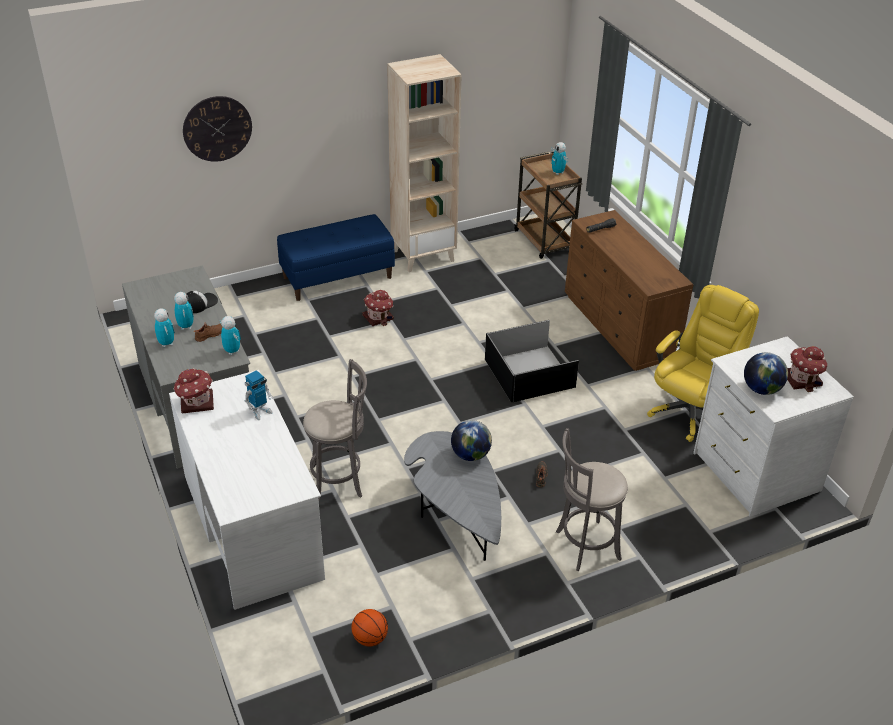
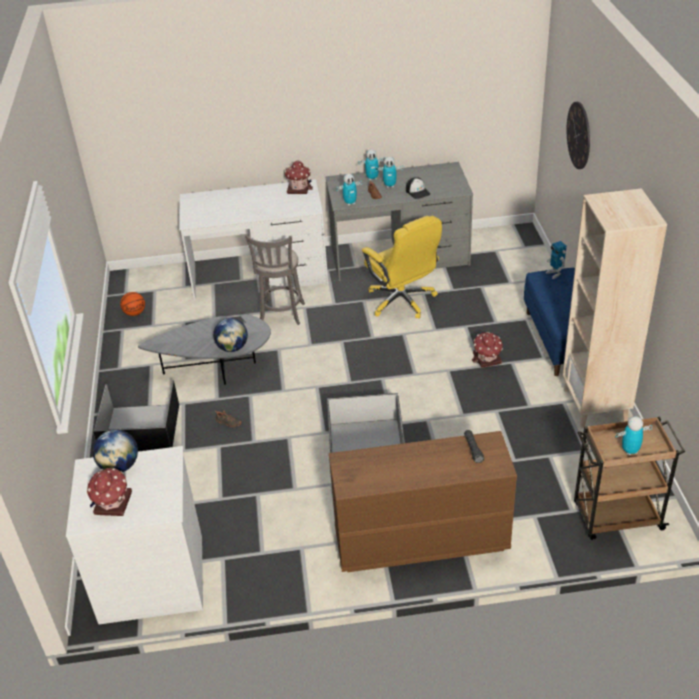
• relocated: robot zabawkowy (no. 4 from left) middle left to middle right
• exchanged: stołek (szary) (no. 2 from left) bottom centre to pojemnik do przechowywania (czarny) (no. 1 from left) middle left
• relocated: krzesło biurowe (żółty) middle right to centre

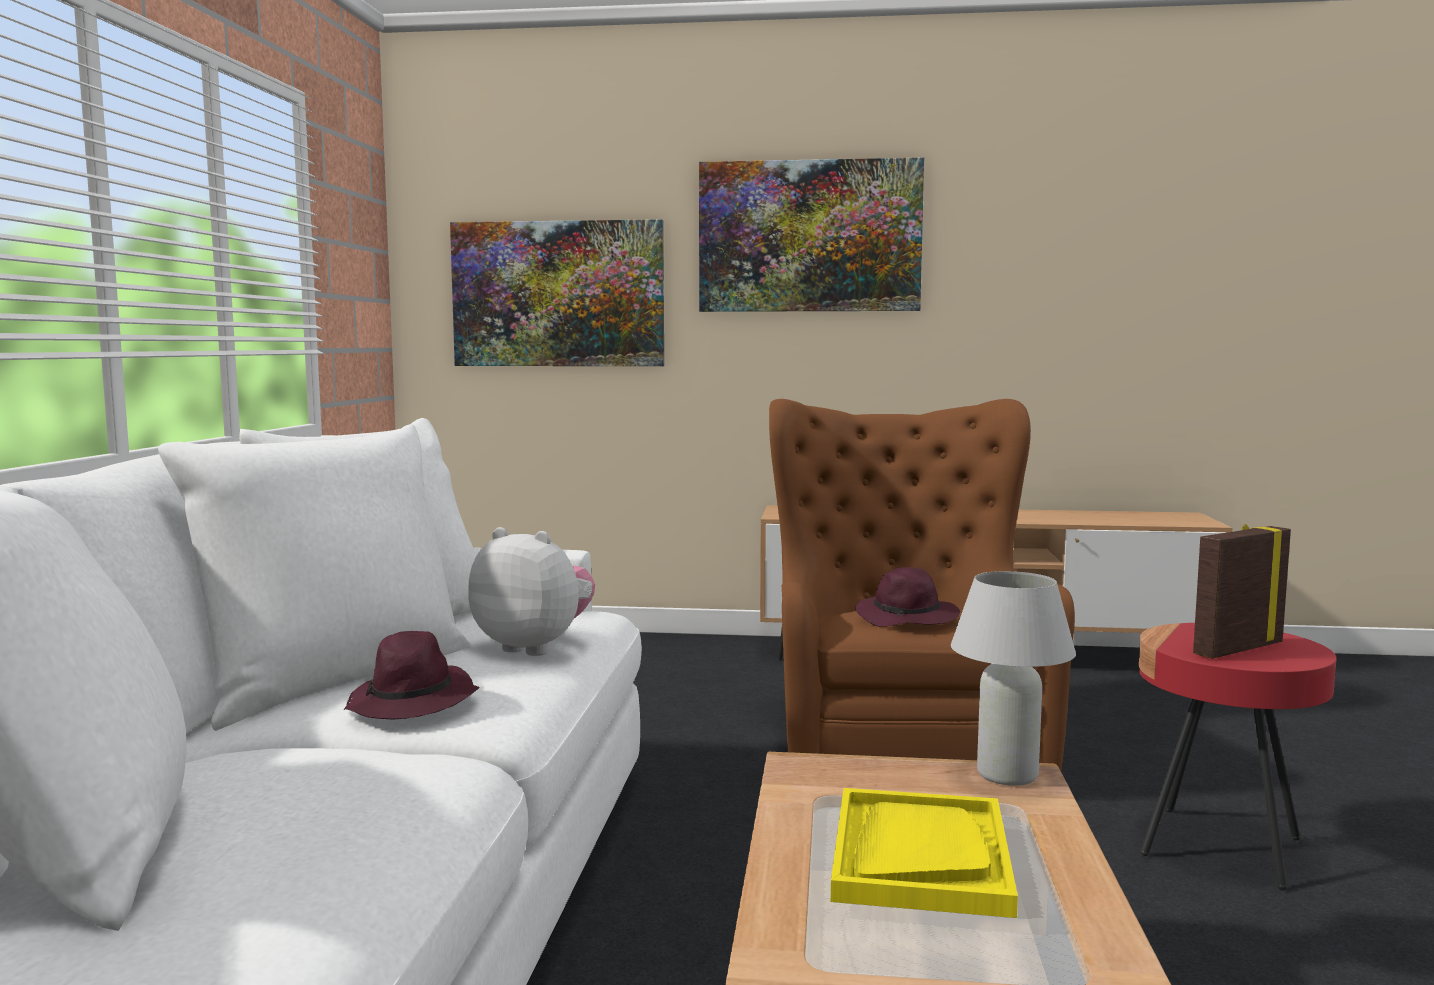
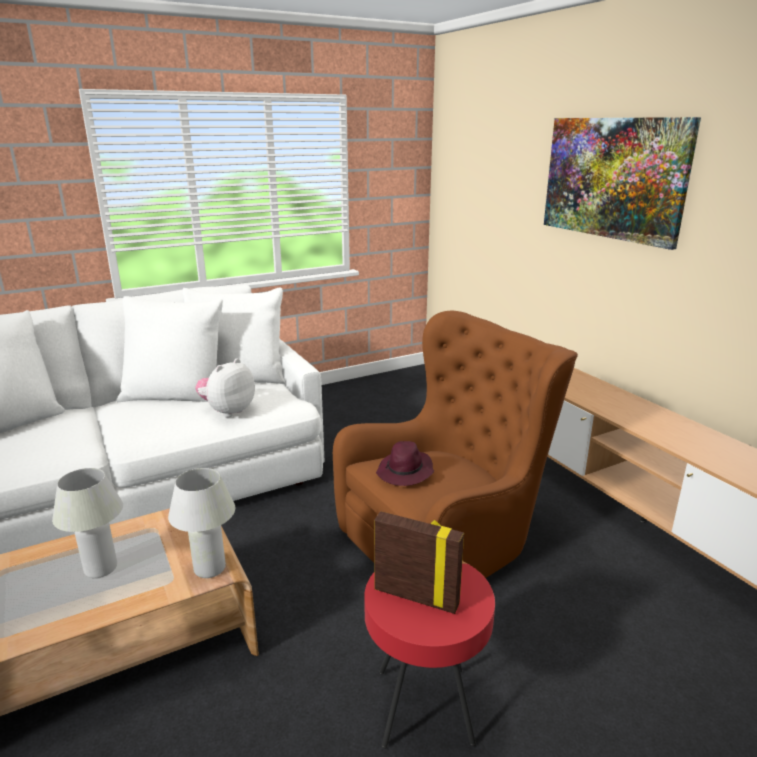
• missing: kapelusz (fioletowy) (no. 1 from left) bottom left
• missing: obraz (no. 1 from left) top centre
• spun: pluszak centre = middle left 135 degrees counterclockwise
• exchanged: taca (żółty) bottom centre to lampa stołowa (biały) (no. 1 from left) bottom left

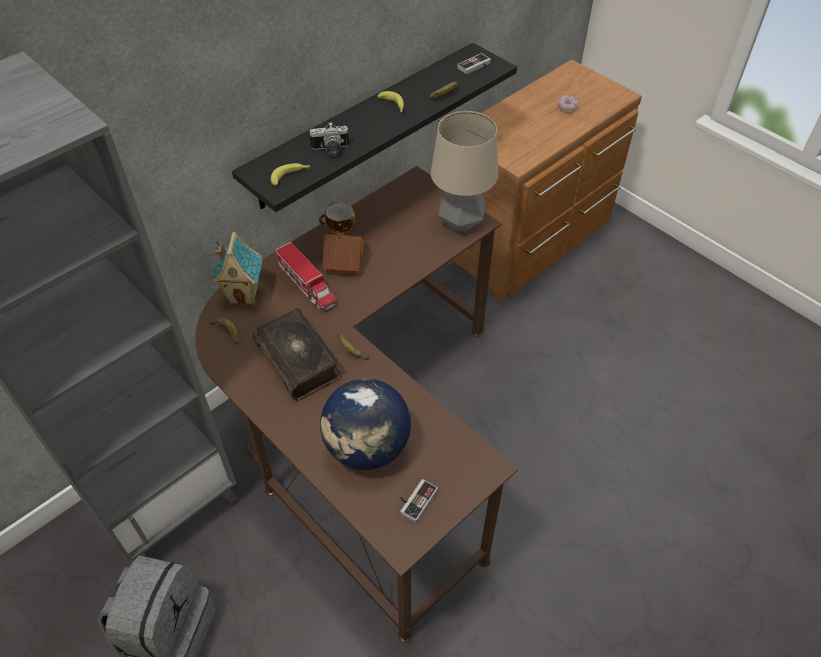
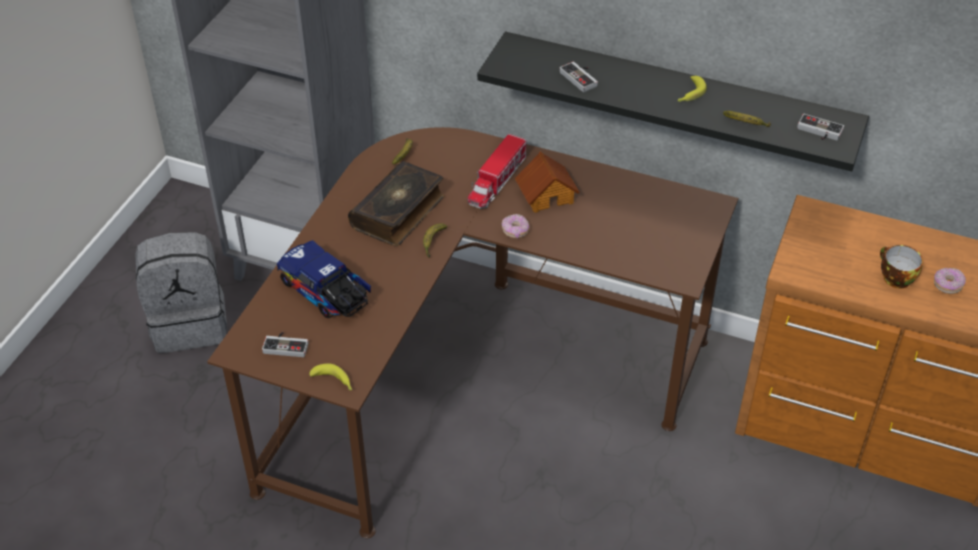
• missing: domek (no. 1 from left) middle left
• relocated: banan (no. 2 from left in the first image) top centre to banan (no. 1 from left) bottom centre
• exchanged: aparat fotograficzny top centre to pad do gier (no. 2 from left) top centre
• relocated: filiżanka top centre to middle right
• exchanged: globus centre to ciężarówka zabawkowa (no. 1 from left) middle left
• missing: lampa stołowa top centre
• appeared: donut (no. 1 from left) centre

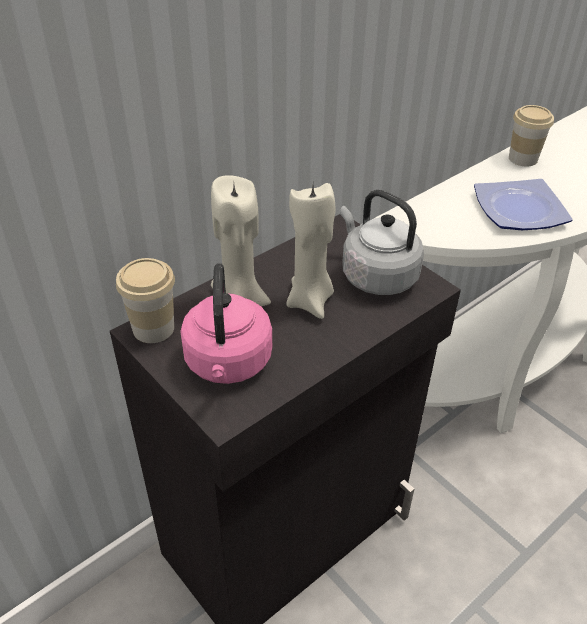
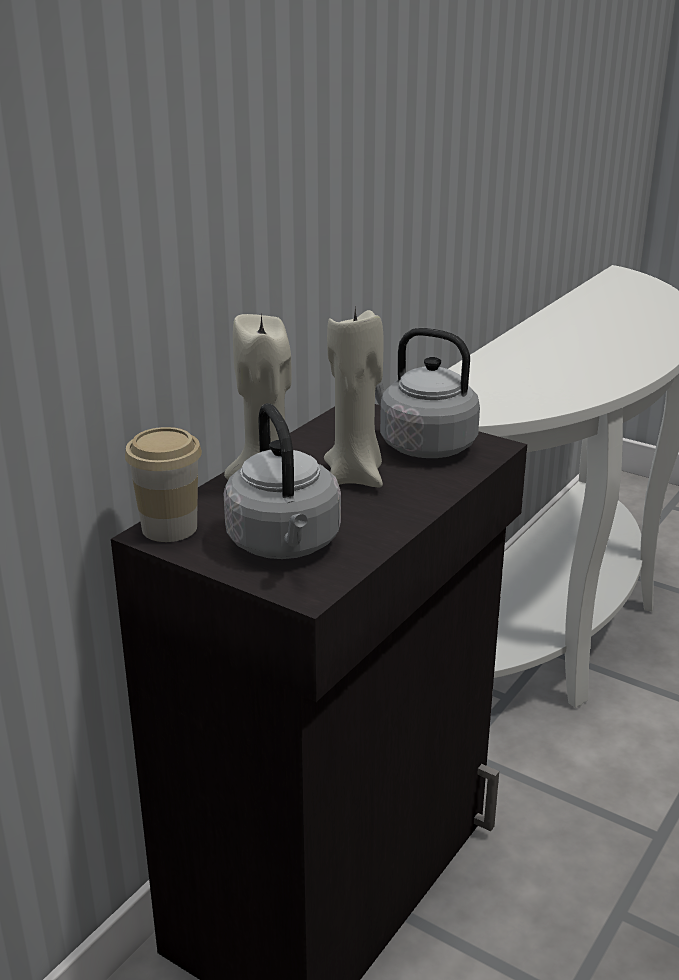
• colour: czajnik (różowy) centre to czajnik (szary) (no. 1 from left) centre
• missing: talerz top right
• missing: filiżanka (no. 2 from left) top right

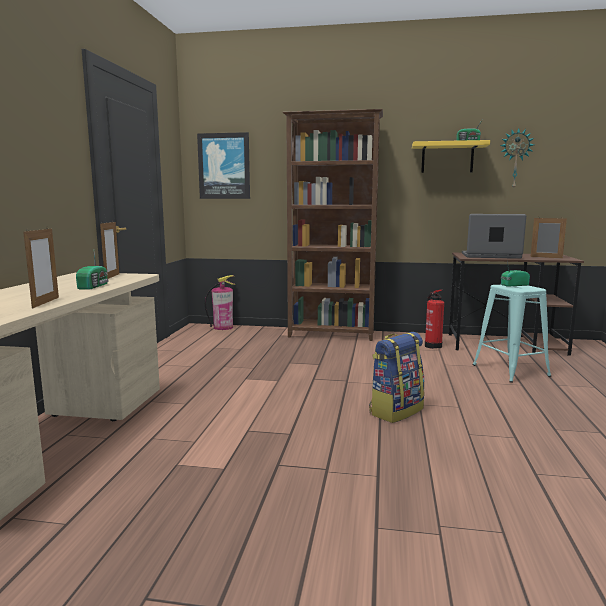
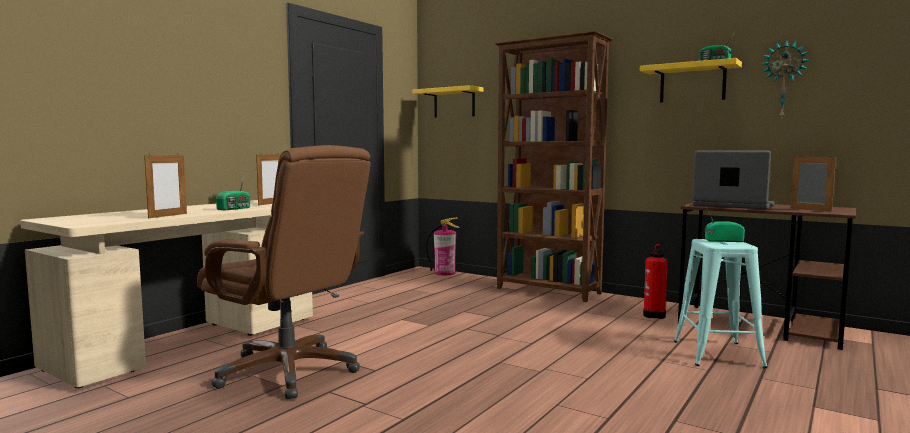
• exchanged: obraz top centre to półka (żółty) (no. 1 from left) top centre
• missing: plecak centre
• appeared: krzesło biurowe (brązowy) middle left

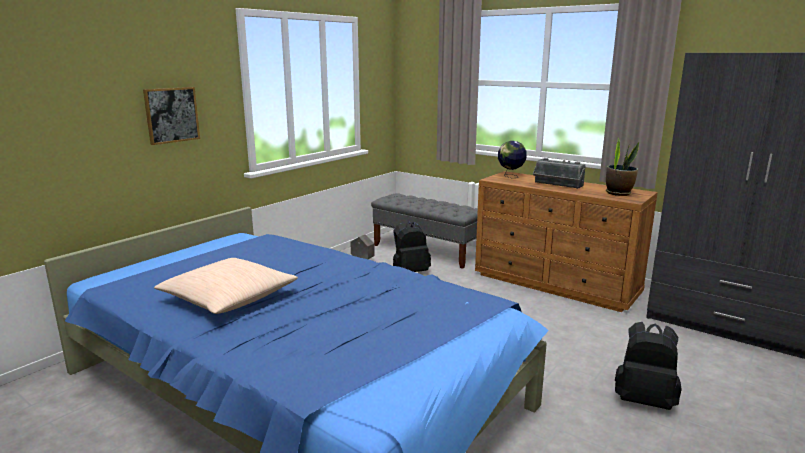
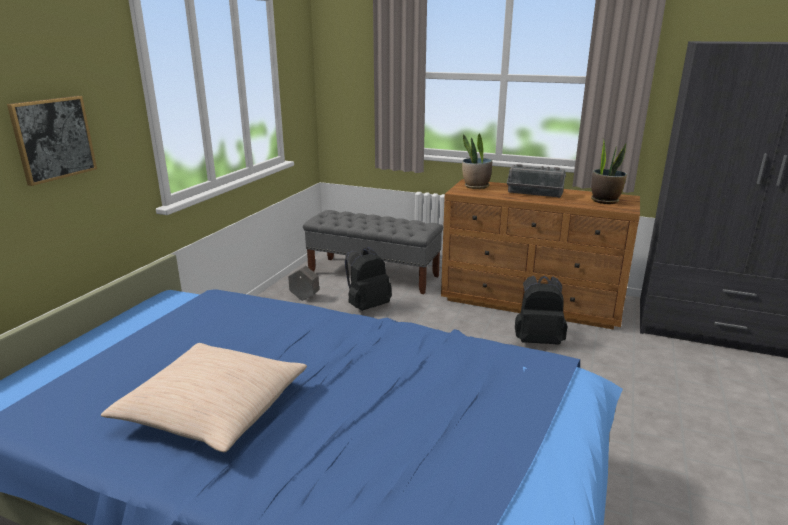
• exchanged: globus centre to roślina doniczkowa (no. 1 from left) top centre
• relocated: plecak (czarny) (no. 2 from left) bottom right to middle right

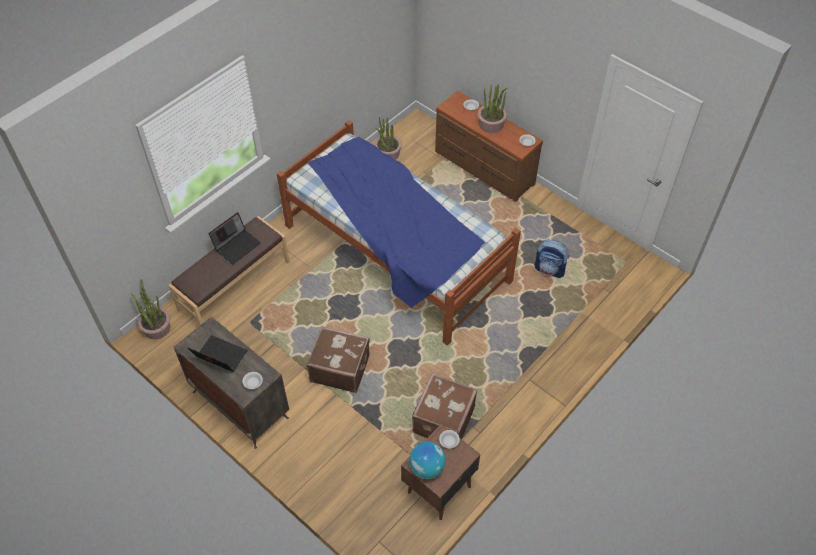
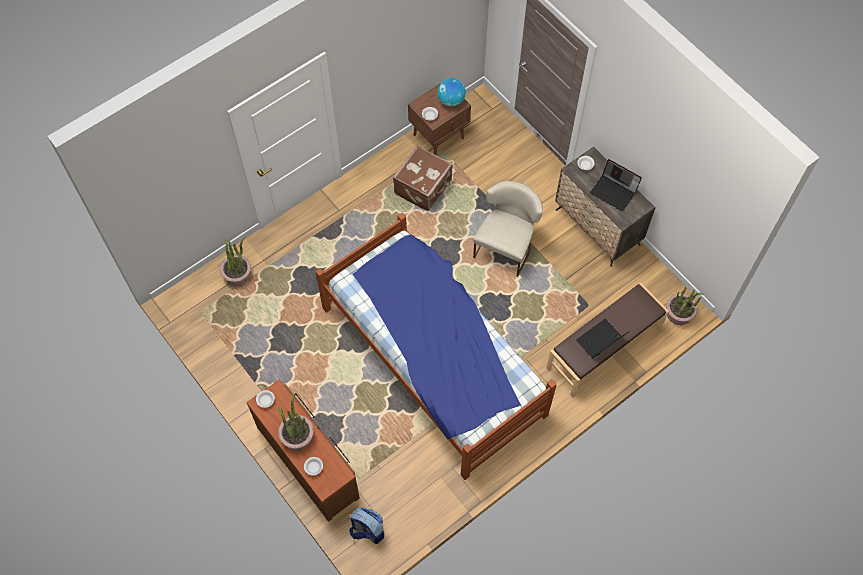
• exchanged: walizka (brązowy) (no. 1 from left) centre to krzesło (beżowy) centre
• relocated: roślina doniczkowa (no. 2 from left in the first image) top centre to roślina doniczkowa (no. 1 from left) middle left
• relocated: plecak middle right to bottom centre

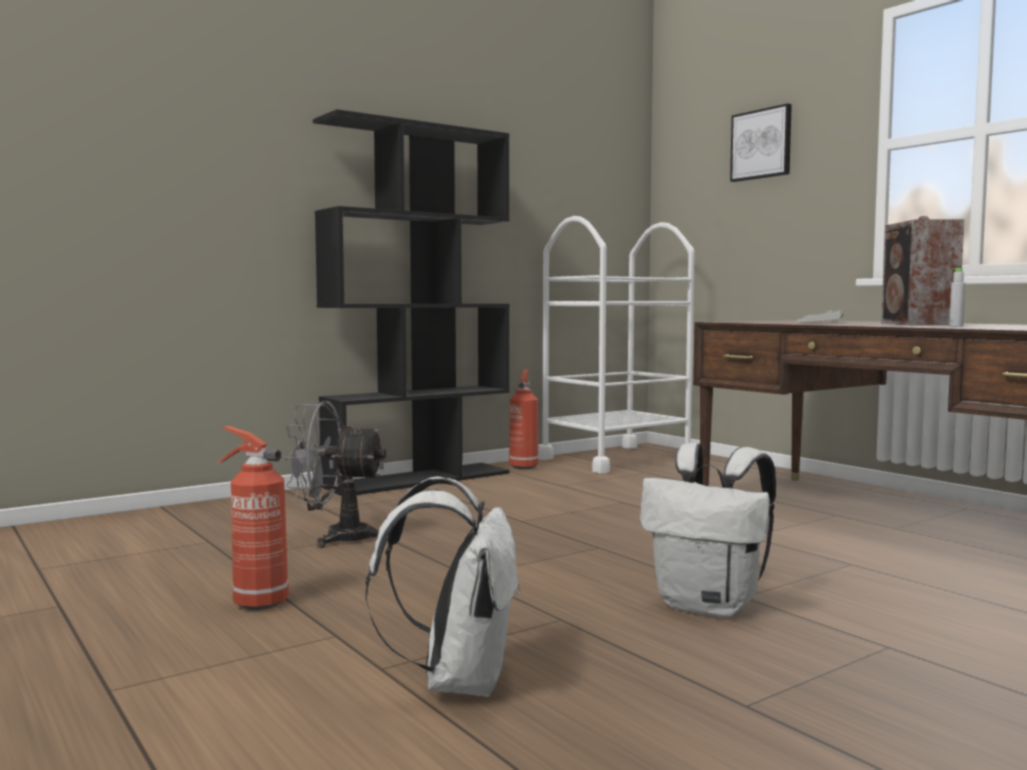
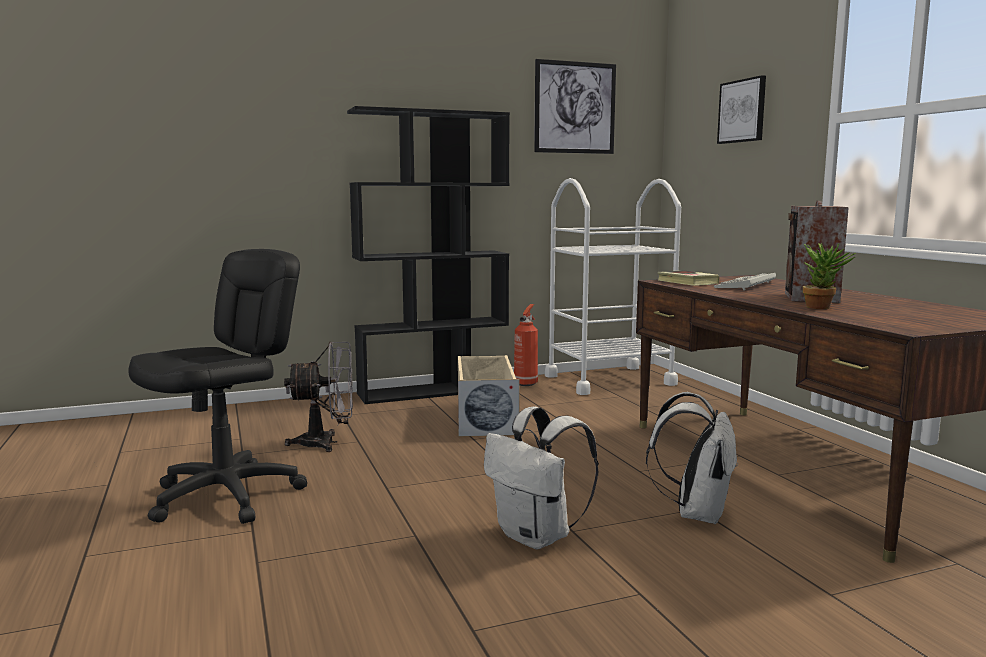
• exchanged: gaśnica (no. 1 from left) bottom left to krzesło biurowe (czarny) middle left
• spun: wentylator (szary) middle left = middle left 150 degrees clockwise
• relocated: plecak (biały) (no. 1 from left in the first image) bottom centre to plecak (biały) (no. 2 from left) bottom right
• exchanged: butelka (szary) middle right to roślina doniczkowa middle right
• appeared: pojemnik do przechowywania (beżowy) centre
• appeared: obraz (no. 1 from left) top centre
• appeared: książka middle right

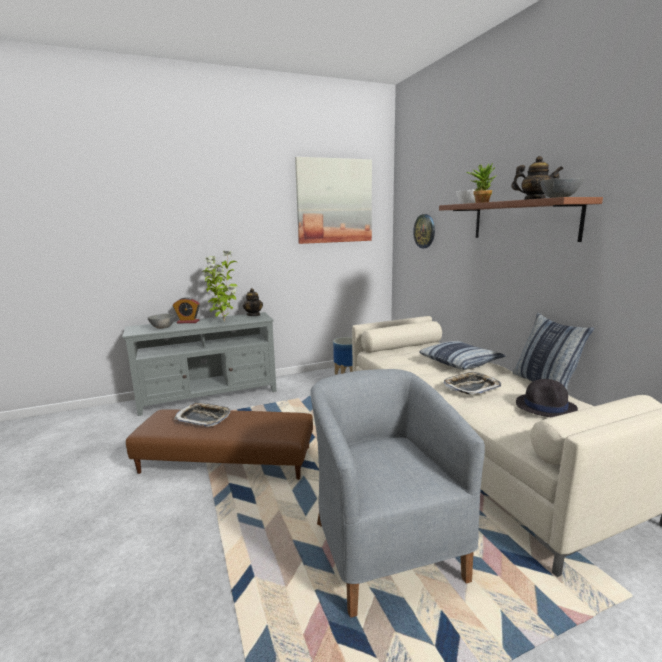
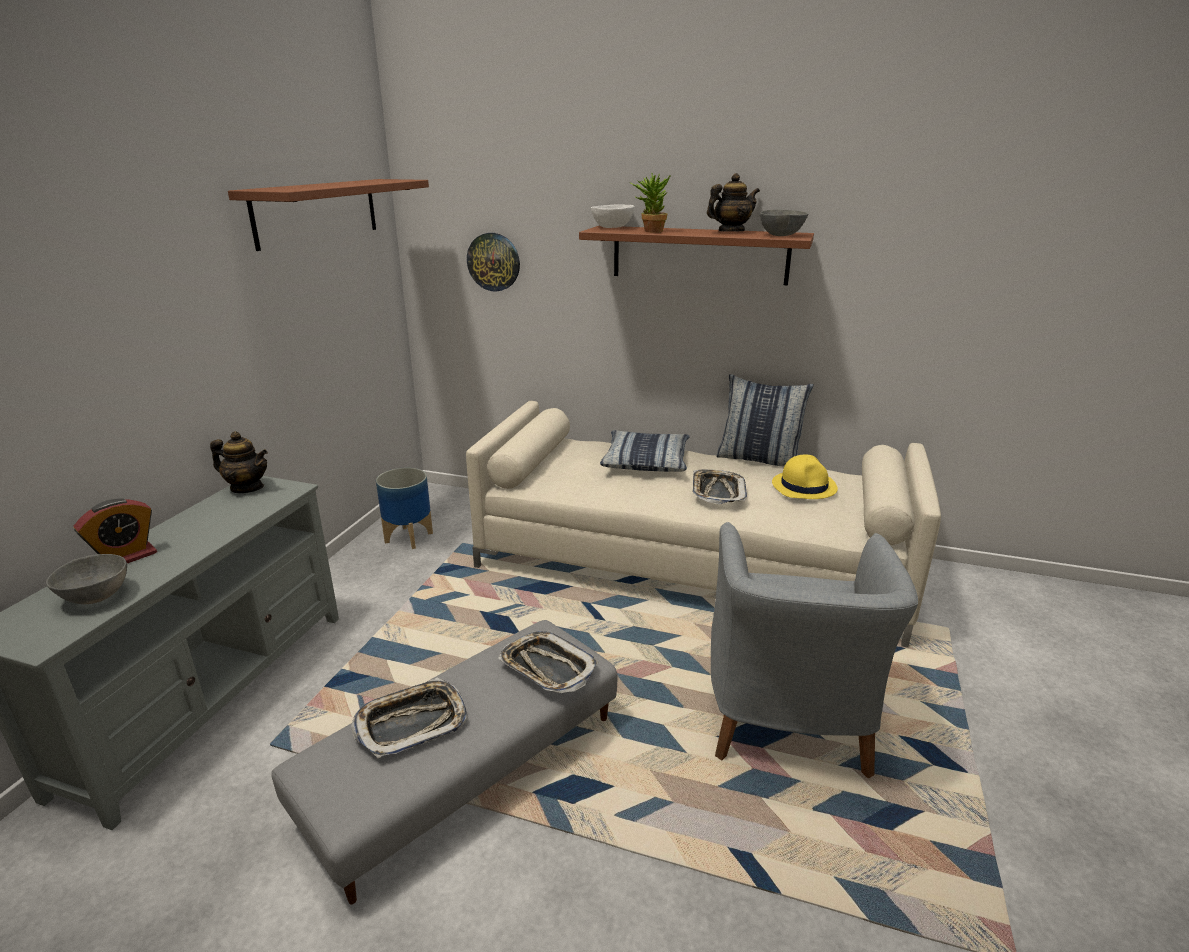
• colour: pufa (brązowy) bottom left to pufa (szary) bottom centre
• missing: roślina doniczkowa (no. 1 from left) middle left
• exchanged: obraz top centre to półka (brązowy) (no. 1 from left) top left
• spun: fotel (szary) bottom centre = bottom right 105 degrees counterclockwise
• colour: kapelusz (czarny) middle right to kapelusz (żółty) middle right
• appeared: taca (no. 2 from left) bottom centre

